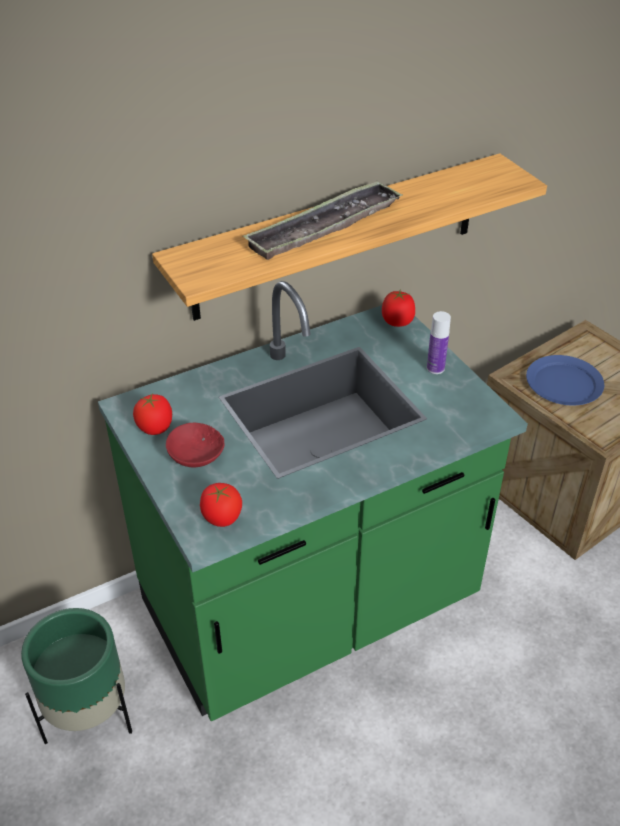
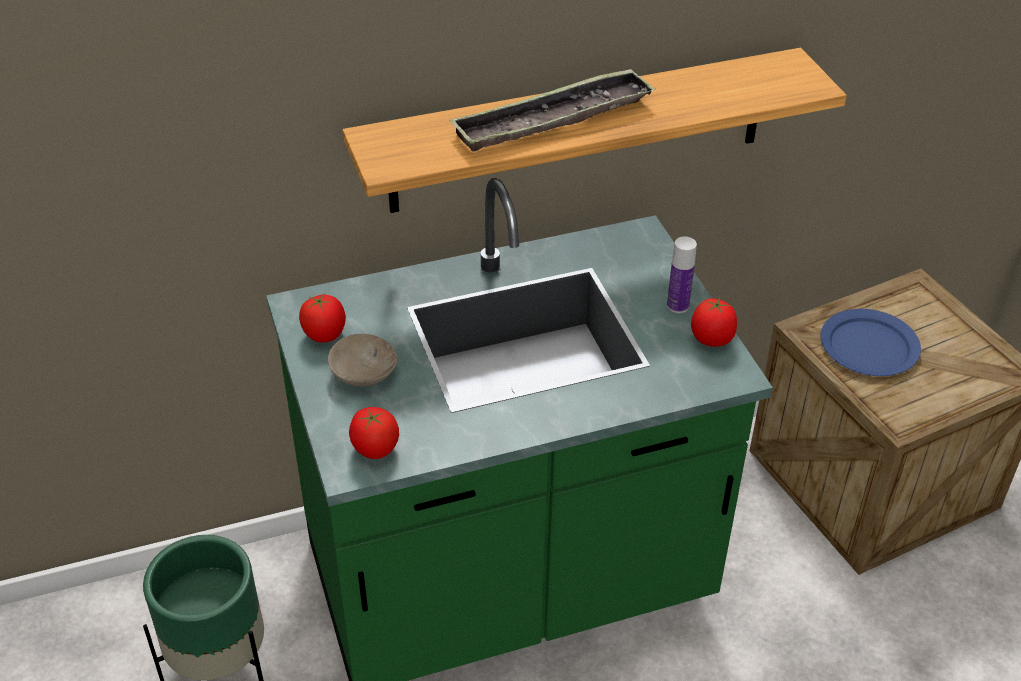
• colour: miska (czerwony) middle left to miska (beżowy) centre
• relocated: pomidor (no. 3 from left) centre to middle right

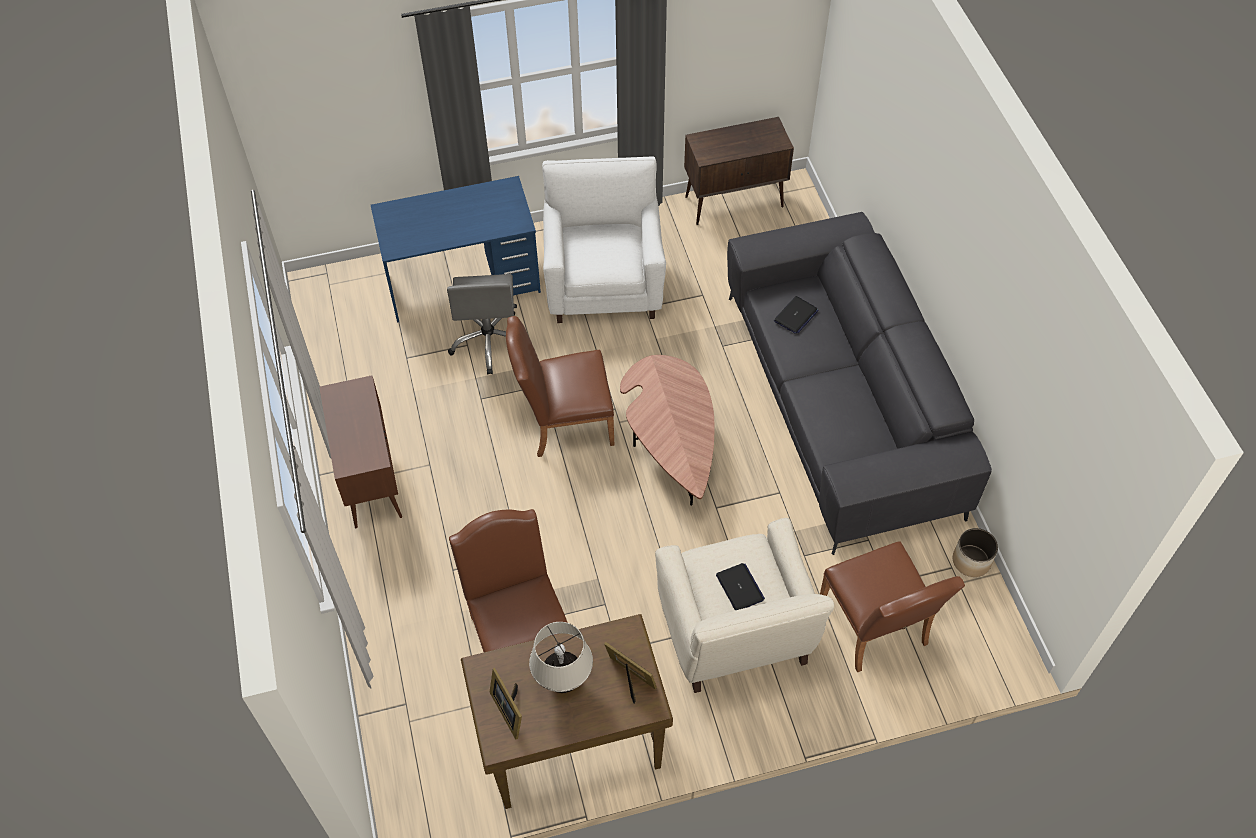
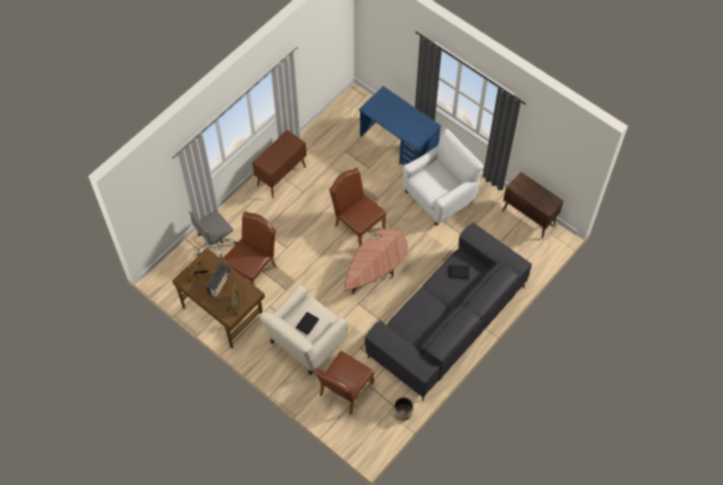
• relocated: krzesło biurowe (szary) centre to middle left
• exchanged: lampa stołowa (beżowy) bottom centre to radio middle left

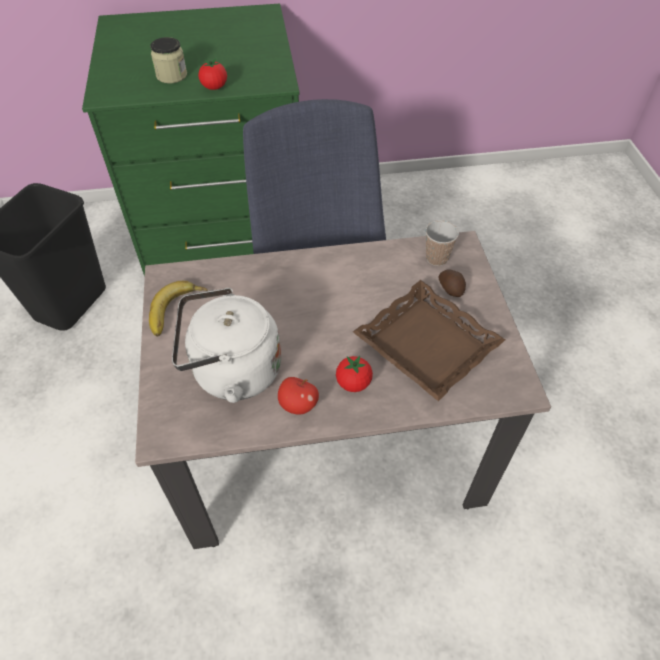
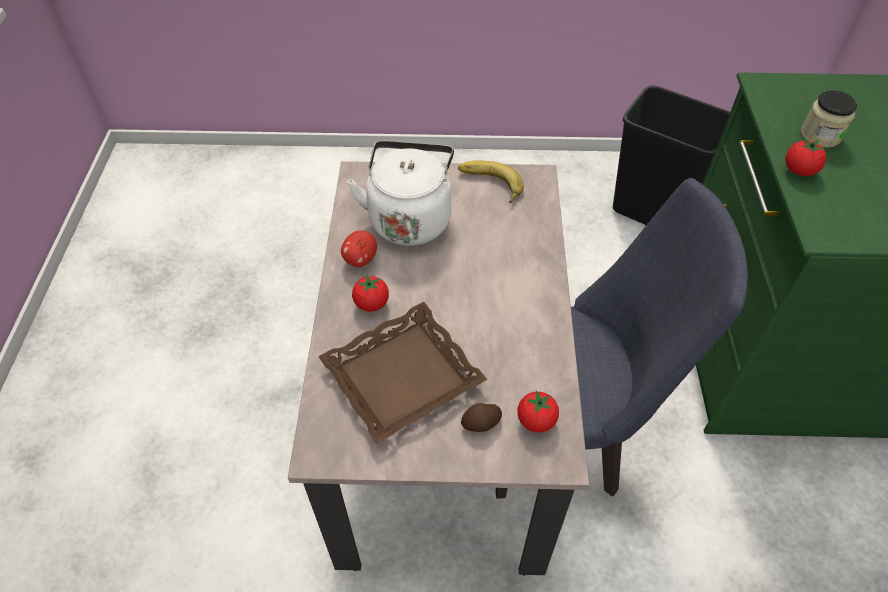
• exchanged: filiżanka middle right to pomidor (no. 2 from left) bottom centre

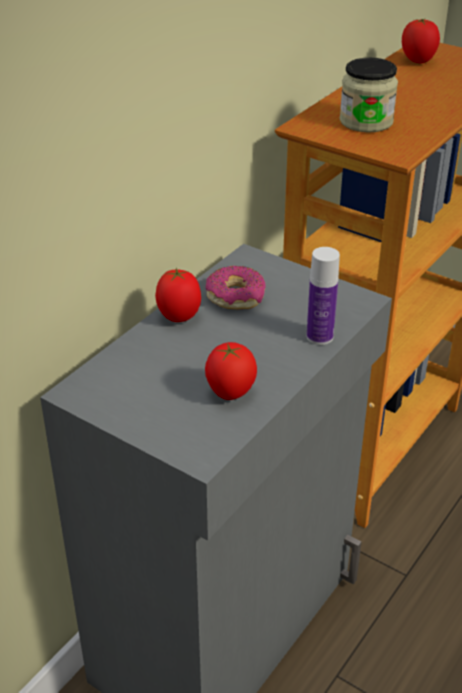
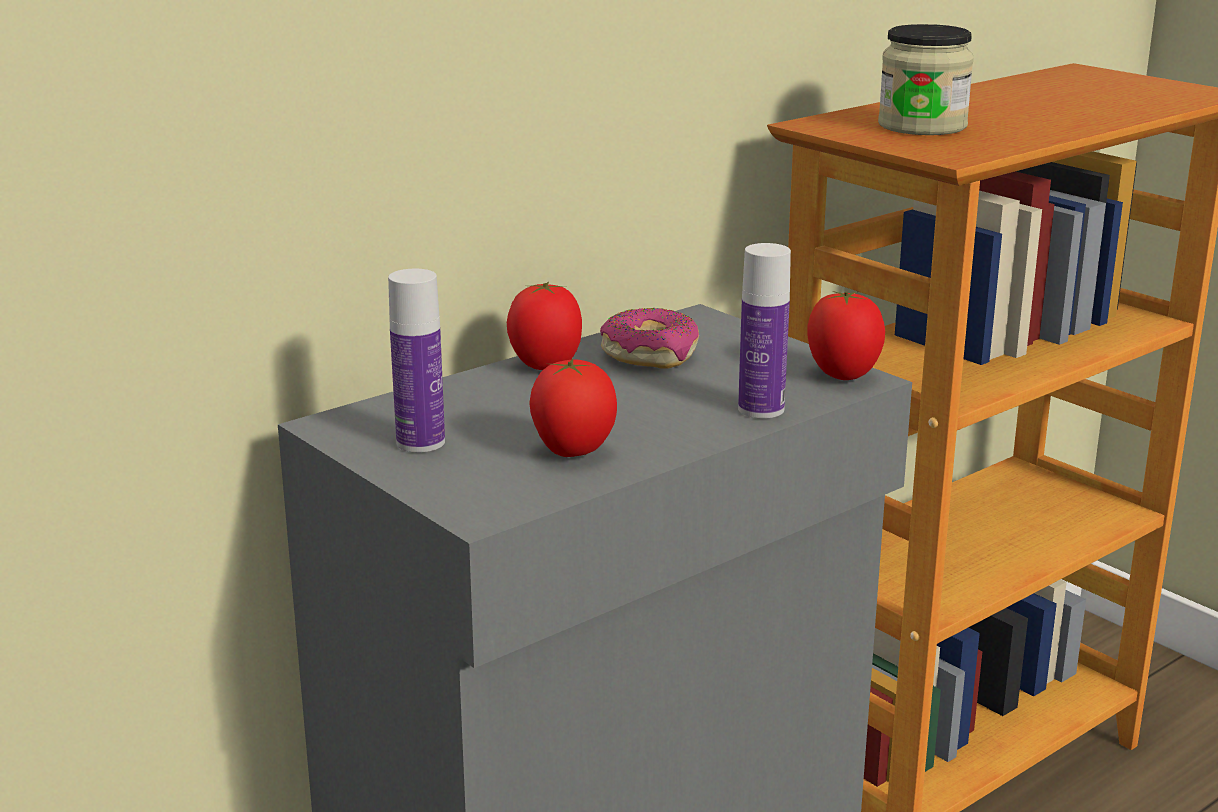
• relocated: pomidor (no. 3 from left) top right to middle right
• appeared: butelka (no. 1 from left) centre

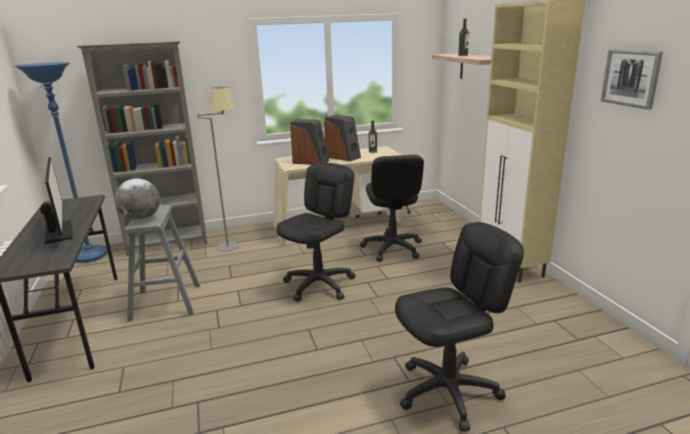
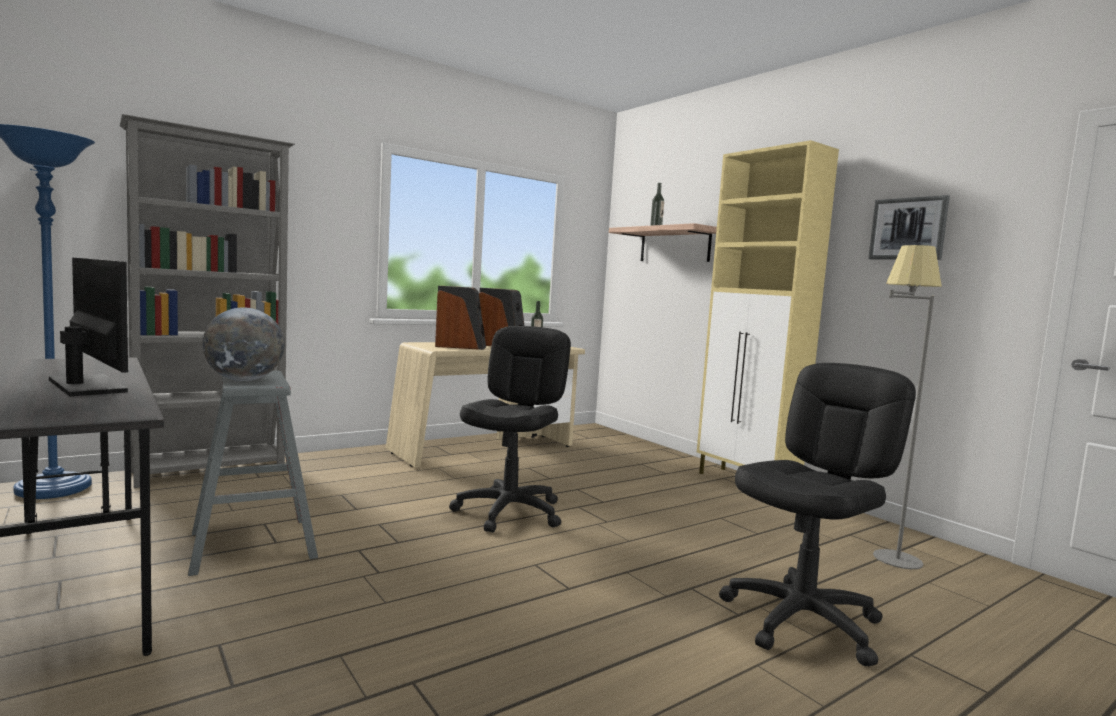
• relocated: lampa stojąca (szary) middle left to middle right
• missing: krzesło biurowe (czarny) (no. 2 from left) centre

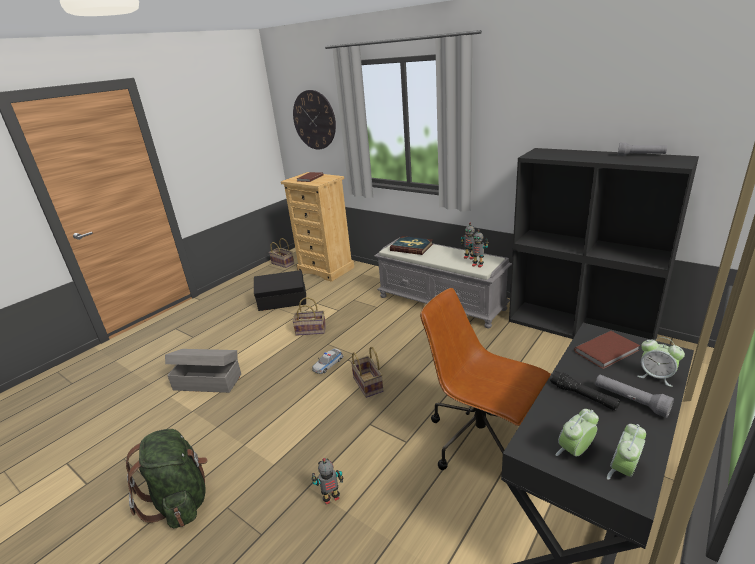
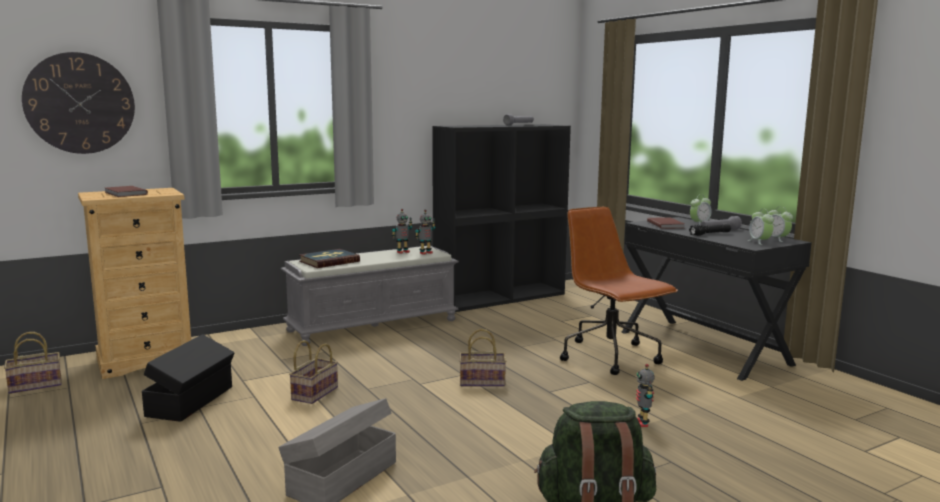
• missing: samochodzik centre
• spun: krzesło biurowe (brązowy) bottom centre = centre 90 degrees clockwise

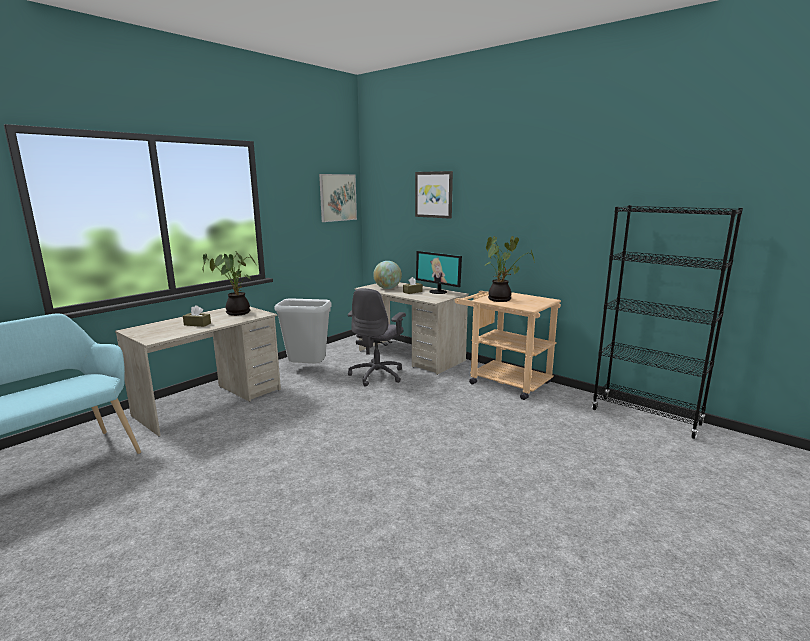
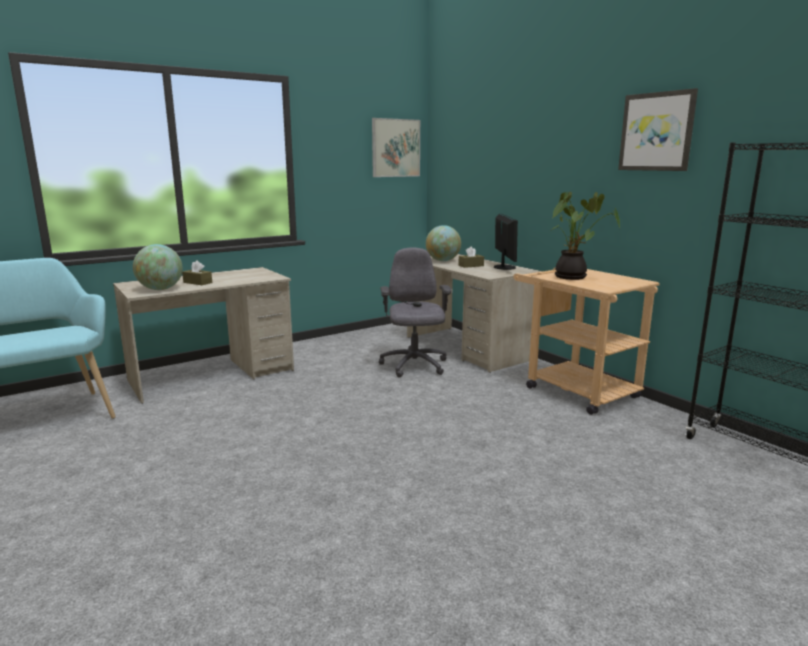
• missing: roślina doniczkowa (no. 1 from left) middle left
• missing: kosz na śmieci (szary) centre
• spun: krzesło biurowe (szary) centre = centre 135 degrees clockwise
• relocated: obraz (no. 2 from left) top centre to top right
• spun: monitor centre = centre 150 degrees counterclockwise
• appeared: globus (no. 1 from left) middle left

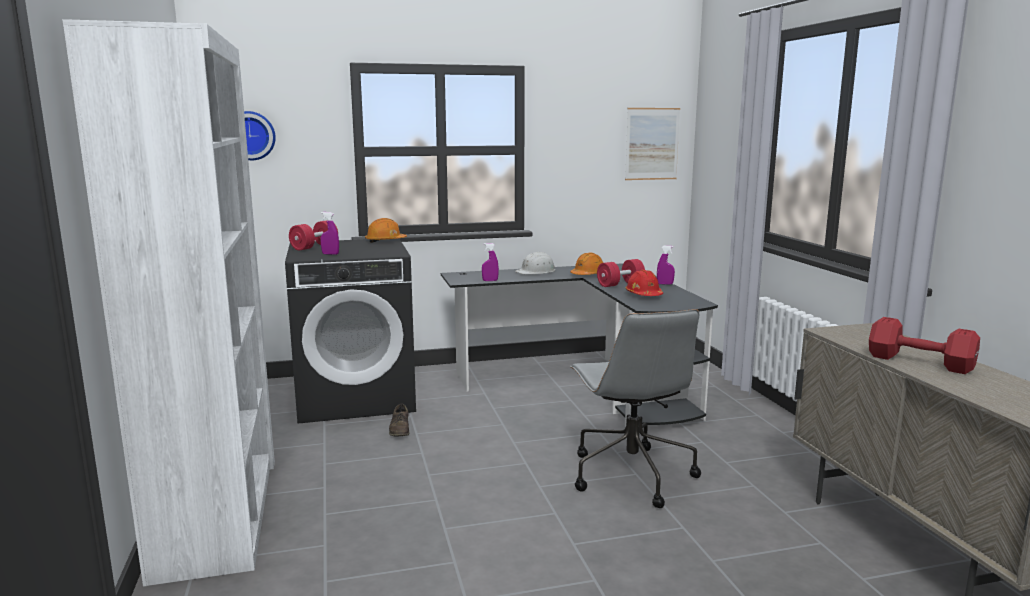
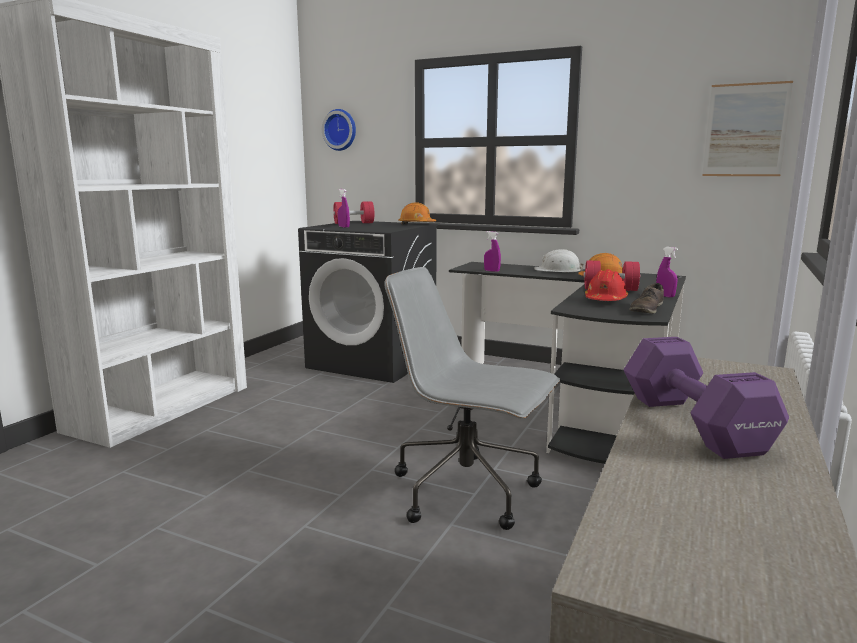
• relocated: but (brązowy) bottom centre to middle right
• spun: krzesło biurowe (szary) bottom centre = centre 90 degrees clockwise
• colour: hantel (czerwony) (no. 3 from left) middle right to hantel (fioletowy) middle right

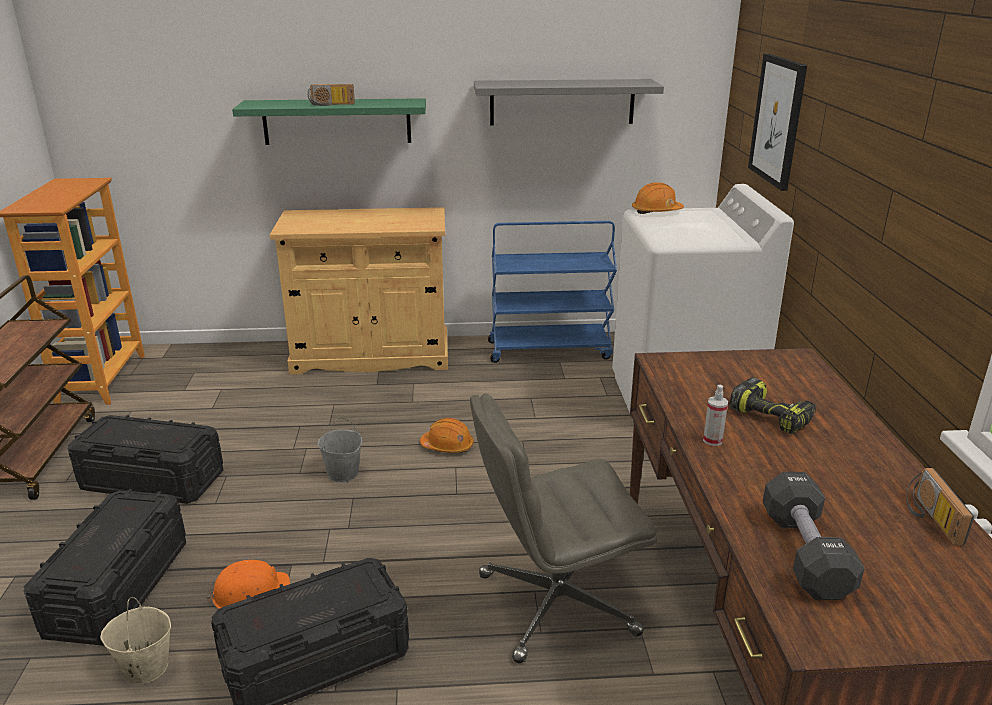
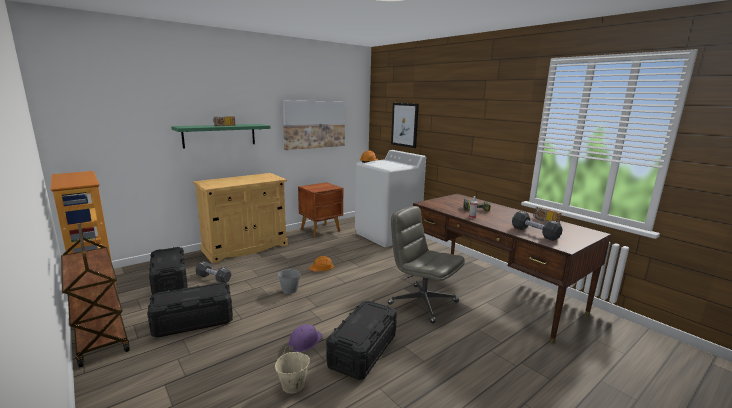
• relocated: pojemnik do przechowywania (czarny) (no. 1 from left) bottom left to middle left
• colour: kask (pomarańczowy) (no. 1 from left) bottom left to kask (fioletowy) bottom centre
• spun: krzesło biurowe (szary) bottom centre = centre 90 degrees clockwise
• exchanged: półka (szary) top centre to obraz (no. 1 from left) top centre
• exchanged: wózek (niebieski) centre to szafka nocna (brązowy) centre
• appeared: hantel (czarny) (no. 1 from left) bottom left

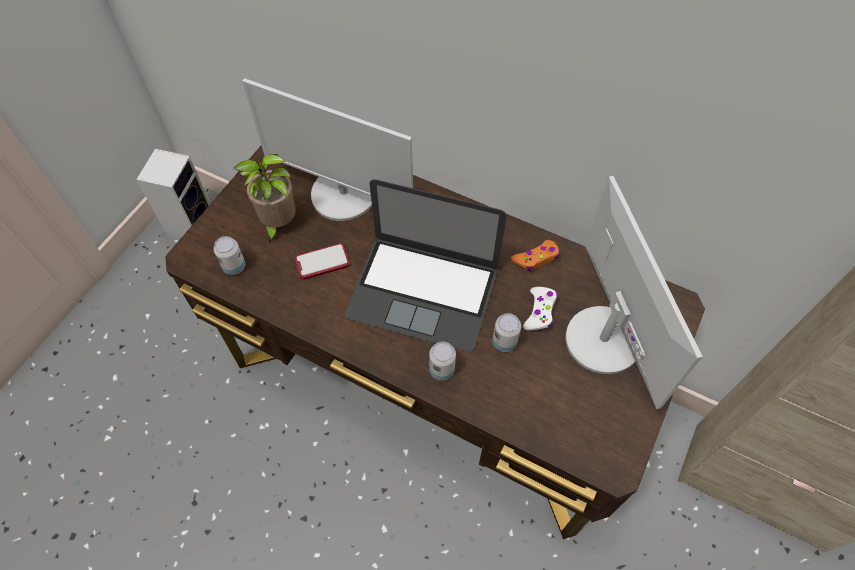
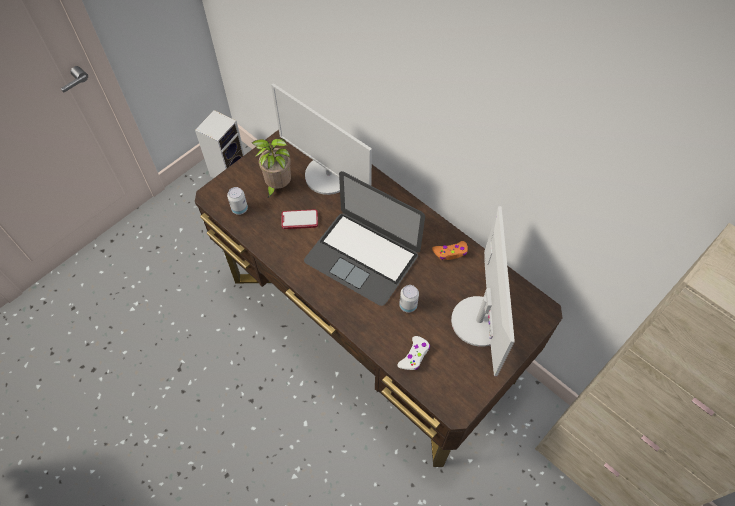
• missing: puszka (no. 2 from left) centre
• relocated: pad do gier (biały) centre to bottom centre

